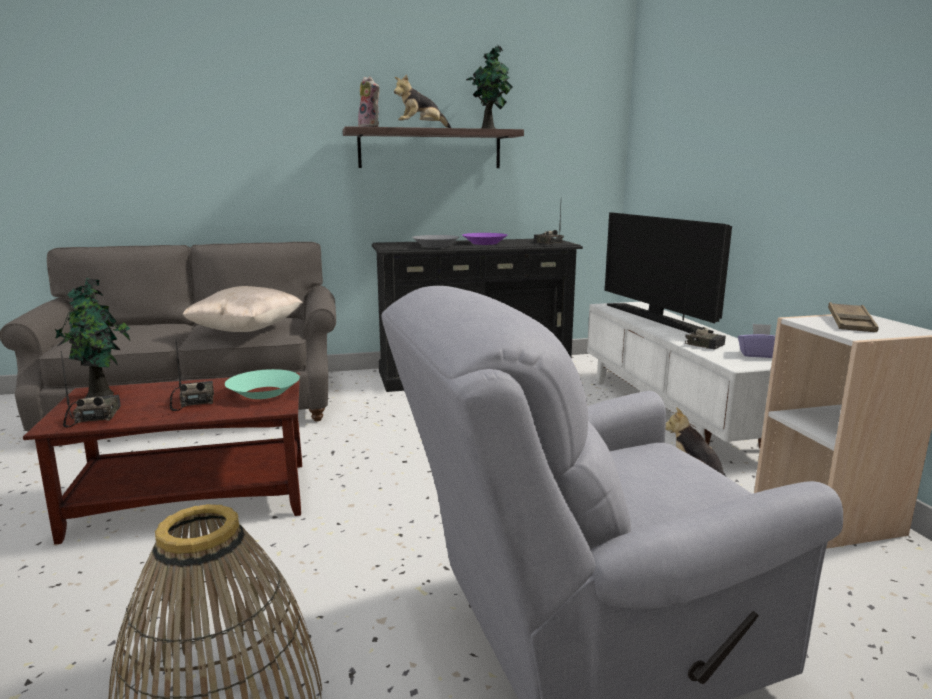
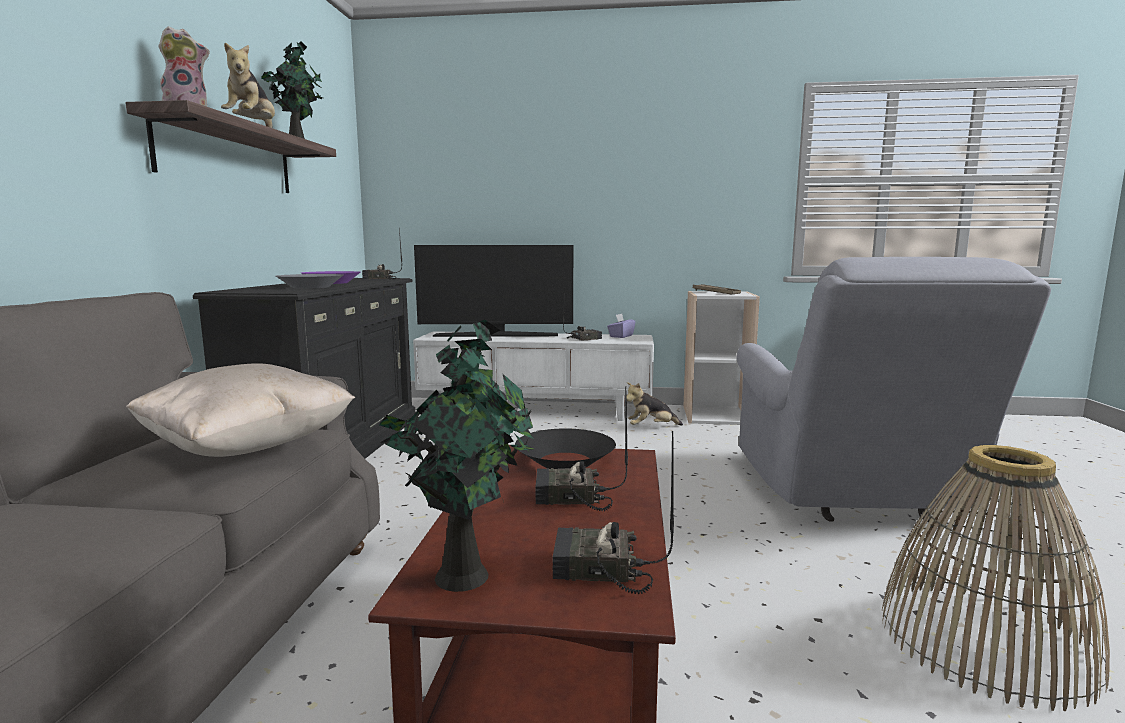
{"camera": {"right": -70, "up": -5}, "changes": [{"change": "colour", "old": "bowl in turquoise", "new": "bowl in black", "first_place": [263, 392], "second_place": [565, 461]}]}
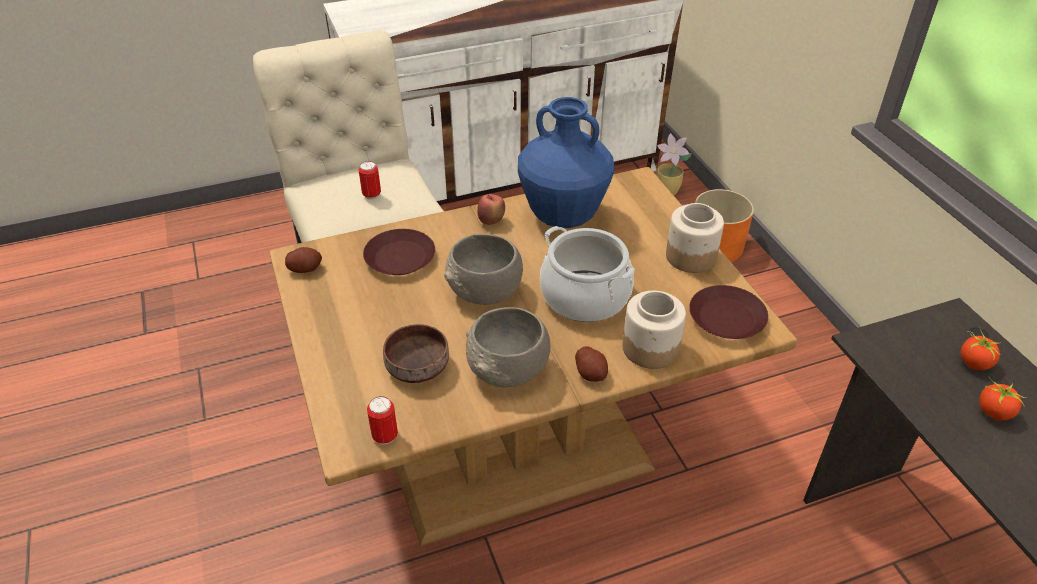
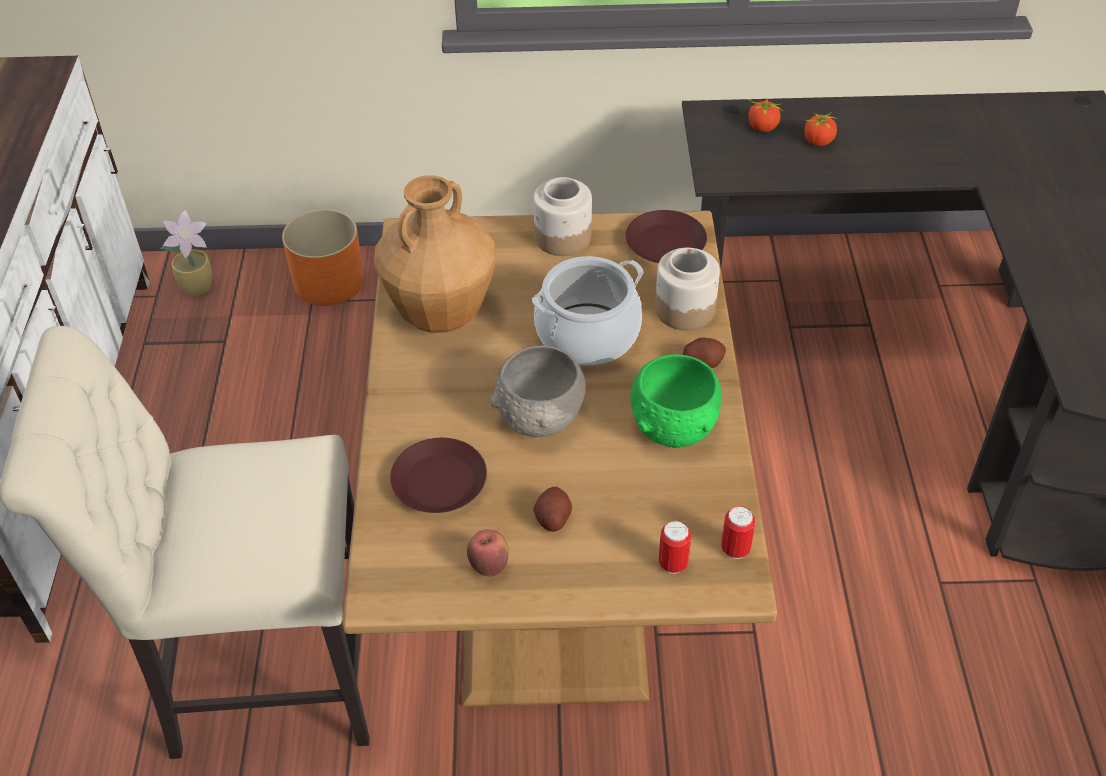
{"camera": {"right": -70, "up": 5}, "changes": [{"change": "missing", "old": "bowl in brown", "first_place": [417, 365]}, {"change": "relocated", "old": "potato", "first_place": [305, 268], "second_place": [553, 518]}, {"change": "relocated", "old": "can", "first_place": [371, 195], "second_place": [673, 564]}, {"change": "relocated", "old": "apple", "first_place": [491, 221], "second_place": [489, 566]}, {"change": "colour", "old": "bowl in grey", "new": "bowl in green", "first_place": [508, 370], "second_place": [675, 426]}, {"change": "colour", "old": "vase in blue", "new": "vase in brown", "first_place": [562, 217], "second_place": [440, 315]}]}
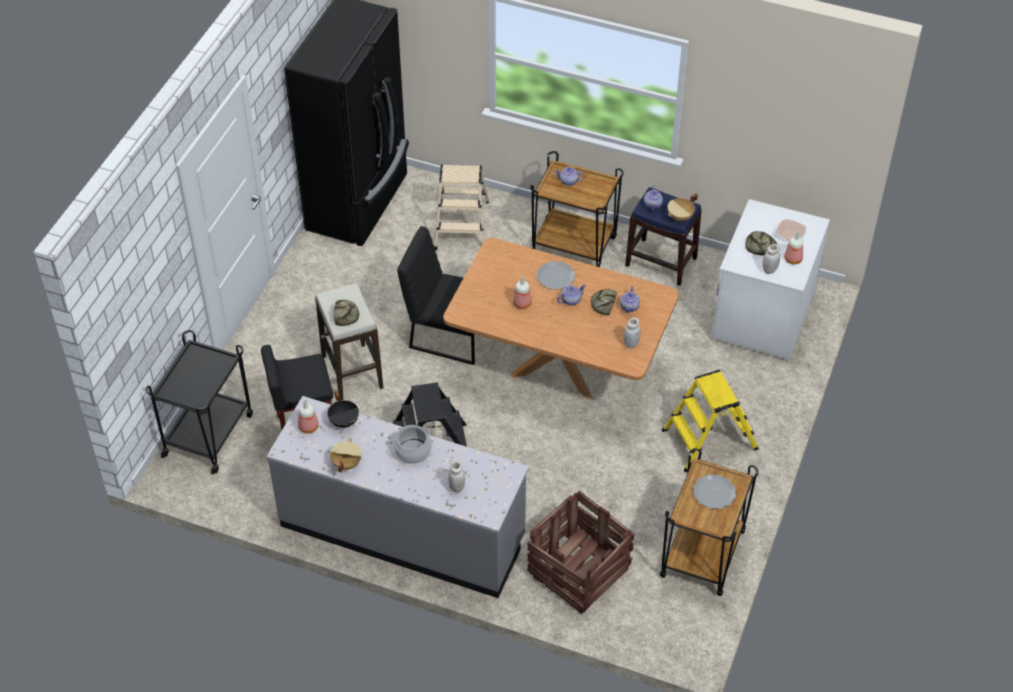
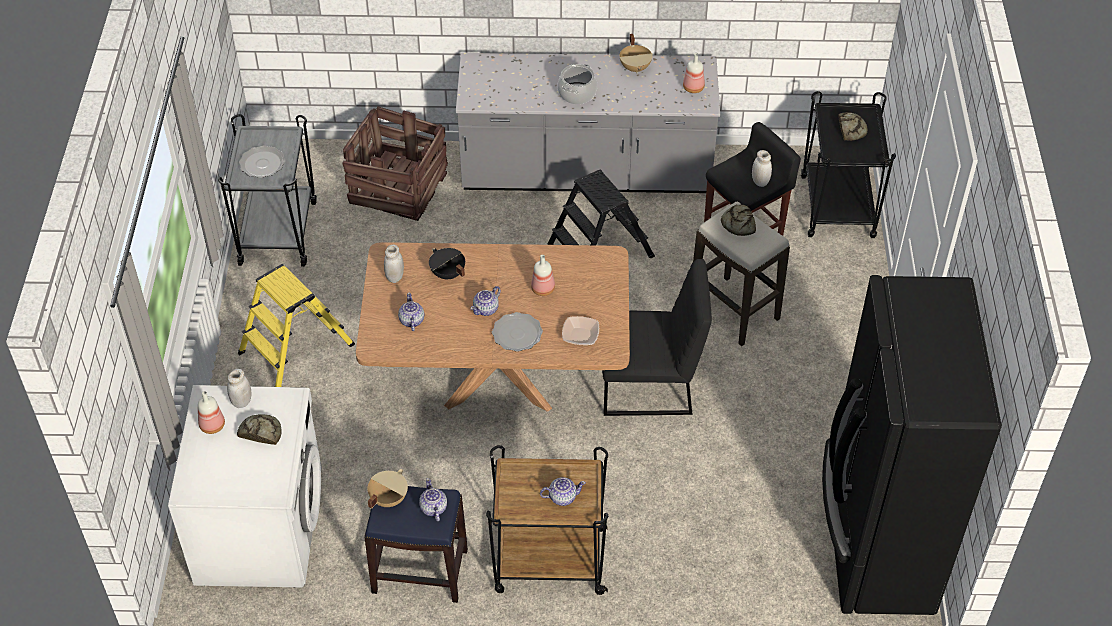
{"camera": {"right": 160, "up": 0}, "changes": [{"change": "missing", "old": "step ladder in beige", "first_place": [462, 224]}, {"change": "relocated", "old": "cooking pot in black", "first_place": [344, 421], "second_place": [447, 274]}, {"change": "relocated", "old": "jar in white", "first_place": [457, 487], "second_place": [760, 182]}, {"change": "relocated", "old": "bread", "first_place": [604, 304], "second_place": [850, 129]}, {"change": "relocated", "old": "bowl", "first_place": [790, 234], "second_place": [580, 336]}, {"change": "colour", "old": "cart in brown", "new": "cart in grey", "first_place": [702, 555], "second_place": [278, 231]}]}
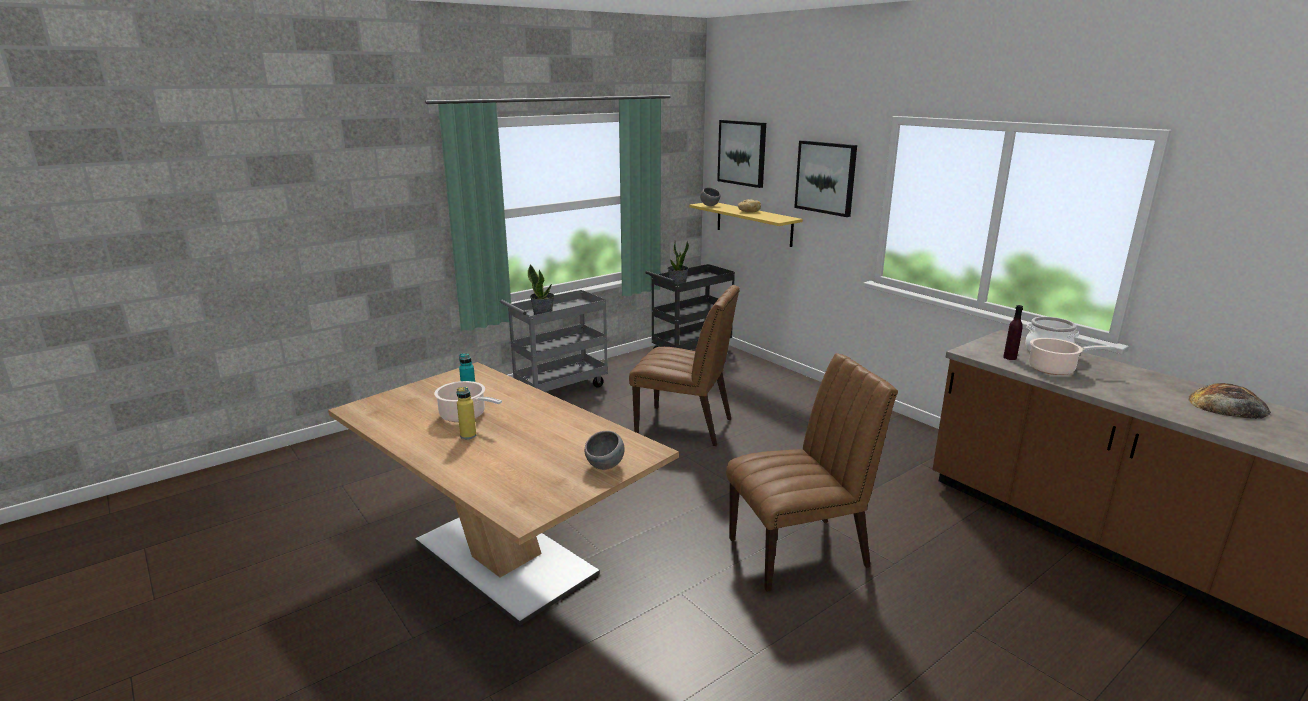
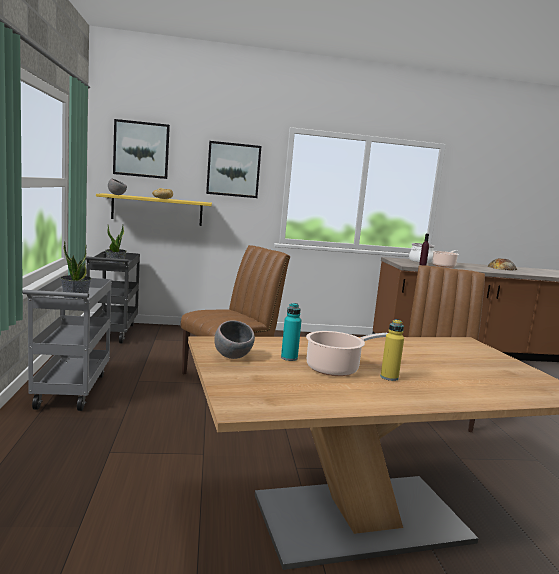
{"camera": {"right": -60, "up": -10}, "changes": [{"change": "relocated", "old": "bowl in grey", "first_place": [605, 466], "second_place": [233, 357]}]}
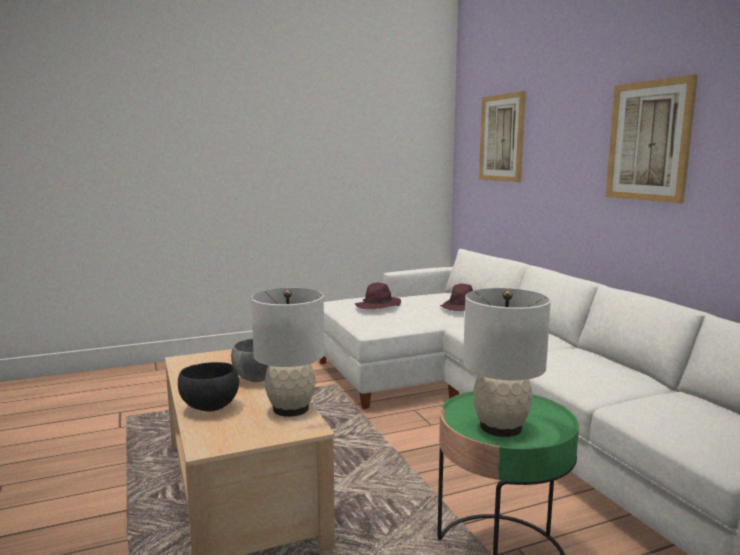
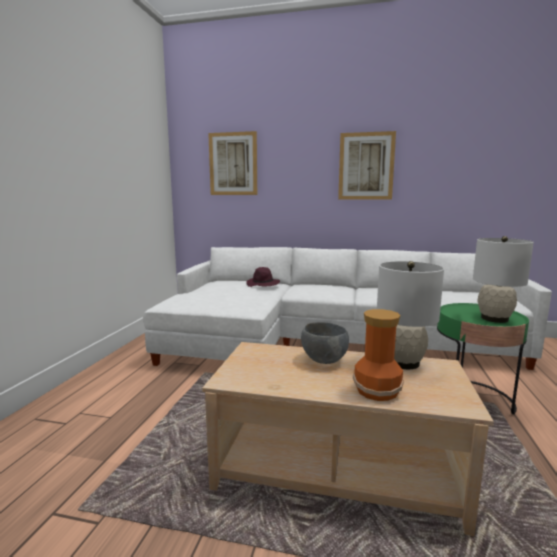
{"camera": {"right": -55, "up": 0}, "changes": [{"change": "missing", "old": "hat in purple", "first_place": [378, 307]}, {"change": "exchanged", "old": "bowl in black", "new": "vase", "first_place": [210, 408], "second_place": [377, 390]}]}
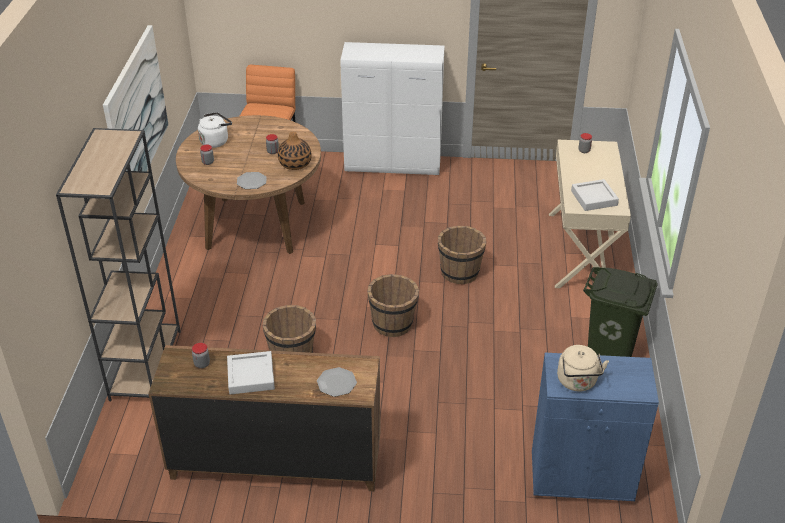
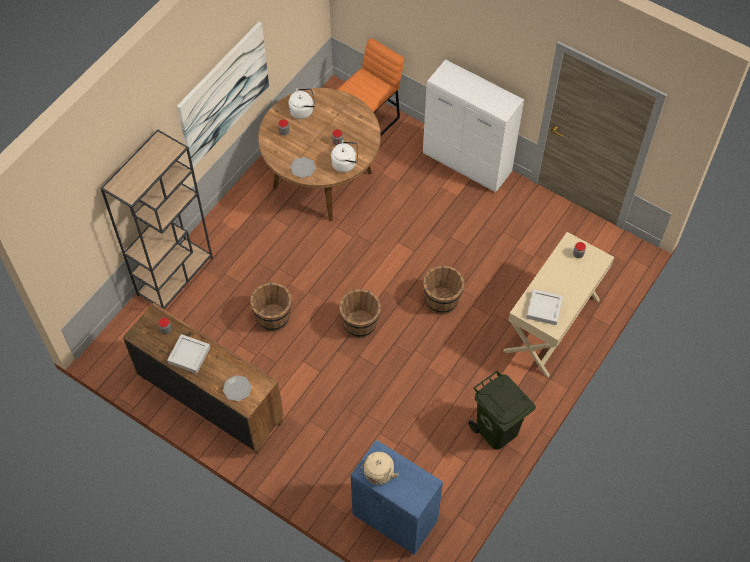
{"camera": {"right": 30, "up": 20}, "changes": [{"change": "exchanged", "old": "vase", "new": "kettle in white", "first_place": [295, 164], "second_place": [345, 163]}]}
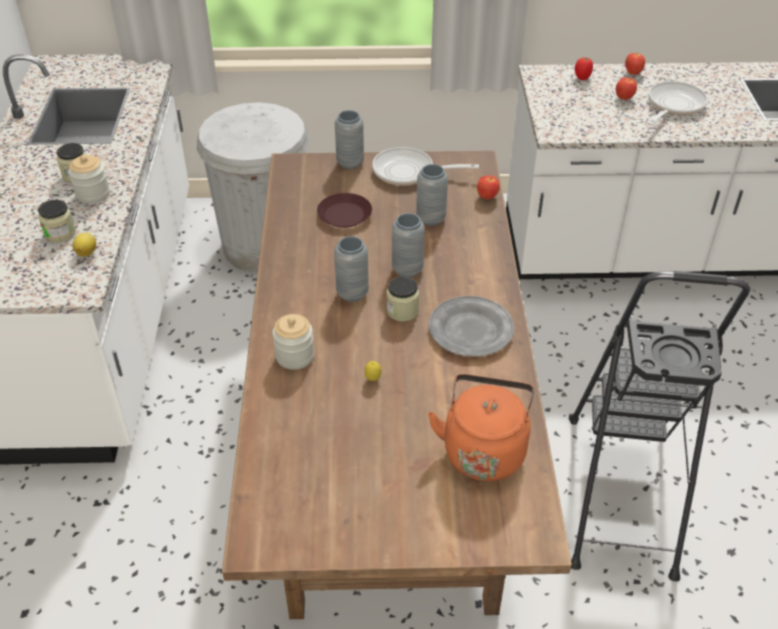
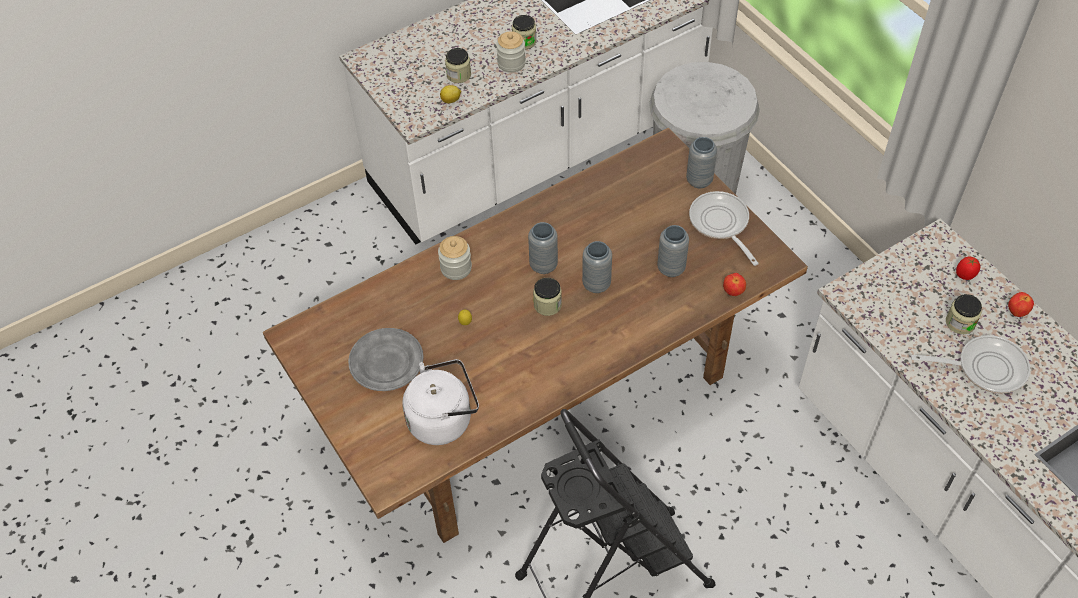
{"camera": {"right": 60, "up": 10}, "changes": [{"change": "missing", "old": "plate in brown", "first_place": [344, 215]}, {"change": "relocated", "old": "plate in grey", "first_place": [470, 330], "second_place": [386, 362]}, {"change": "exchanged", "old": "apple", "new": "jar", "first_place": [624, 98], "second_place": [960, 323]}, {"change": "colour", "old": "kettle in orange", "new": "kettle in white", "first_place": [484, 449], "second_place": [443, 419]}]}
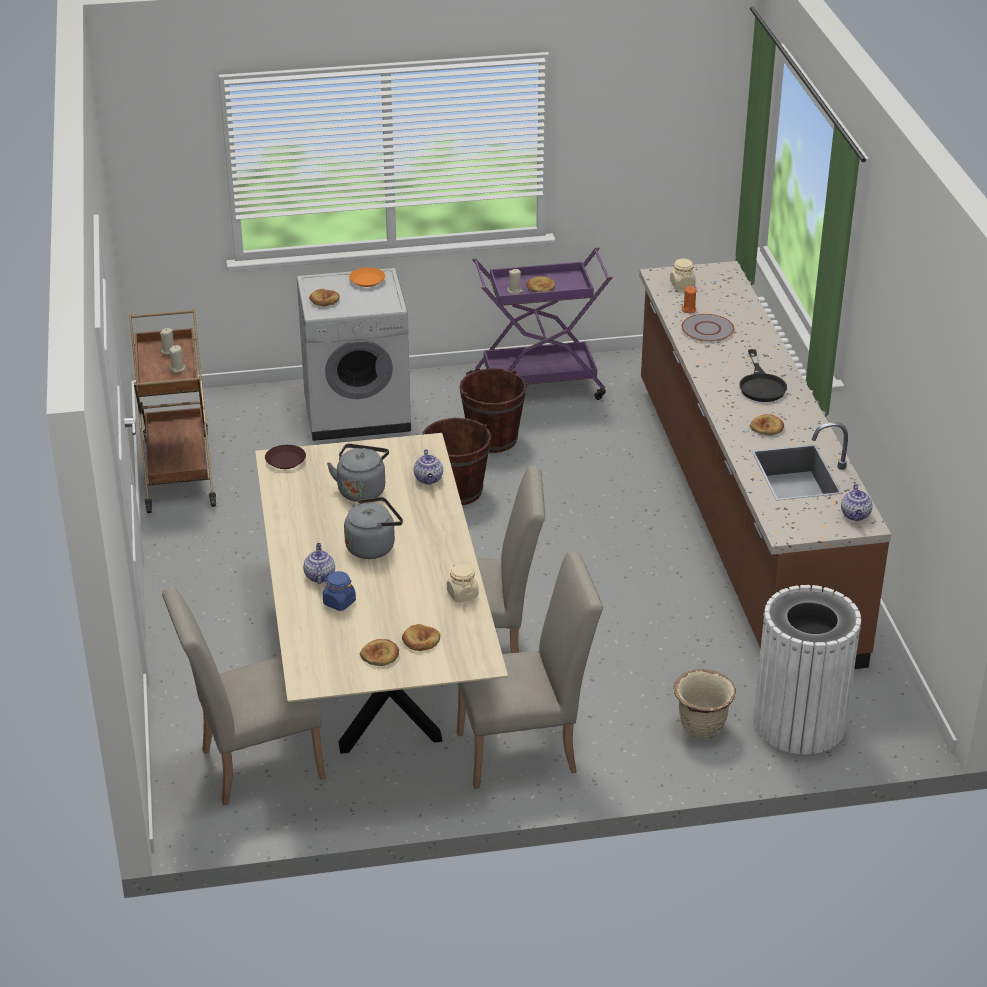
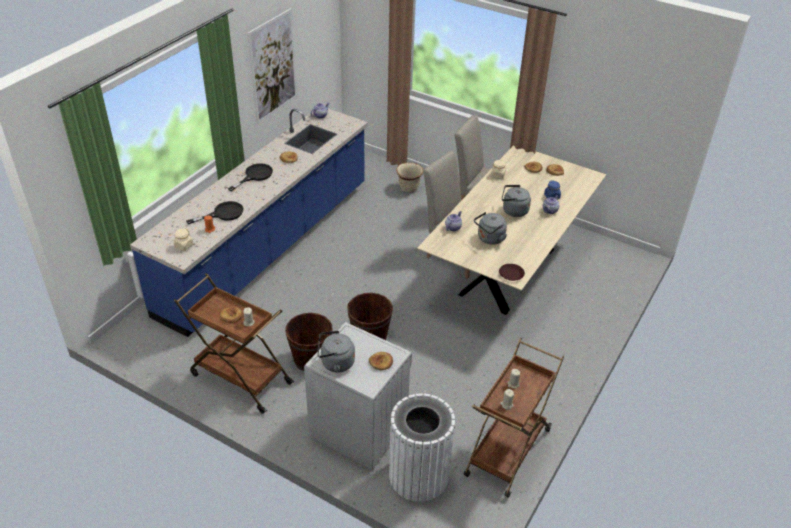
{"camera": {"right": -140, "up": 5}, "changes": [{"change": "missing", "old": "chair in beige", "first_place": [252, 765]}, {"change": "appeared", "new": "picture", "second_place": [273, 66]}, {"change": "relocated", "old": "trash can in white", "first_place": [799, 722], "second_place": [418, 476]}, {"change": "exchanged", "old": "plate in orange", "new": "kettle in grey", "first_place": [367, 280], "second_place": [335, 363]}, {"change": "exchanged", "old": "plate in grey", "new": "frying pan in black", "first_place": [708, 329], "second_place": [223, 214]}, {"change": "colour", "old": "cart in purple", "new": "cart in brown", "first_place": [537, 389], "second_place": [240, 379]}, {"change": "colour", "old": "counter in brown", "new": "counter in blue", "first_place": [740, 516], "second_place": [268, 247]}]}
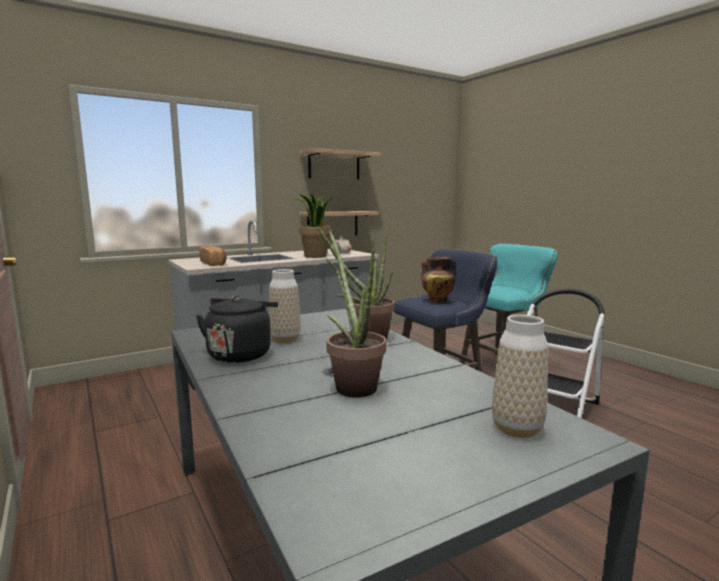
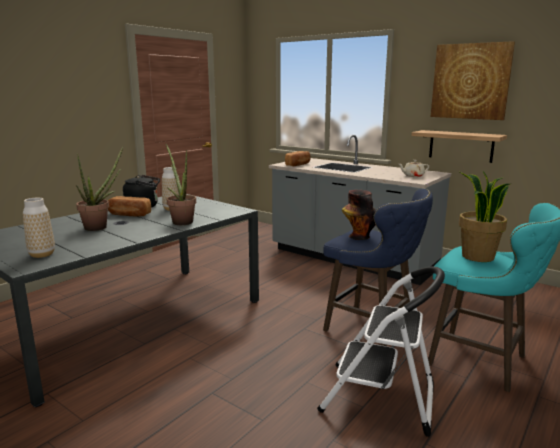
{"camera": {"right": 70, "up": 5}, "changes": [{"change": "appeared", "new": "bread", "second_place": [129, 214]}, {"change": "relocated", "old": "potted plant", "first_place": [315, 256], "second_place": [477, 257]}, {"change": "exchanged", "old": "shelf", "new": "picture", "first_place": [334, 165], "second_place": [470, 81]}]}
